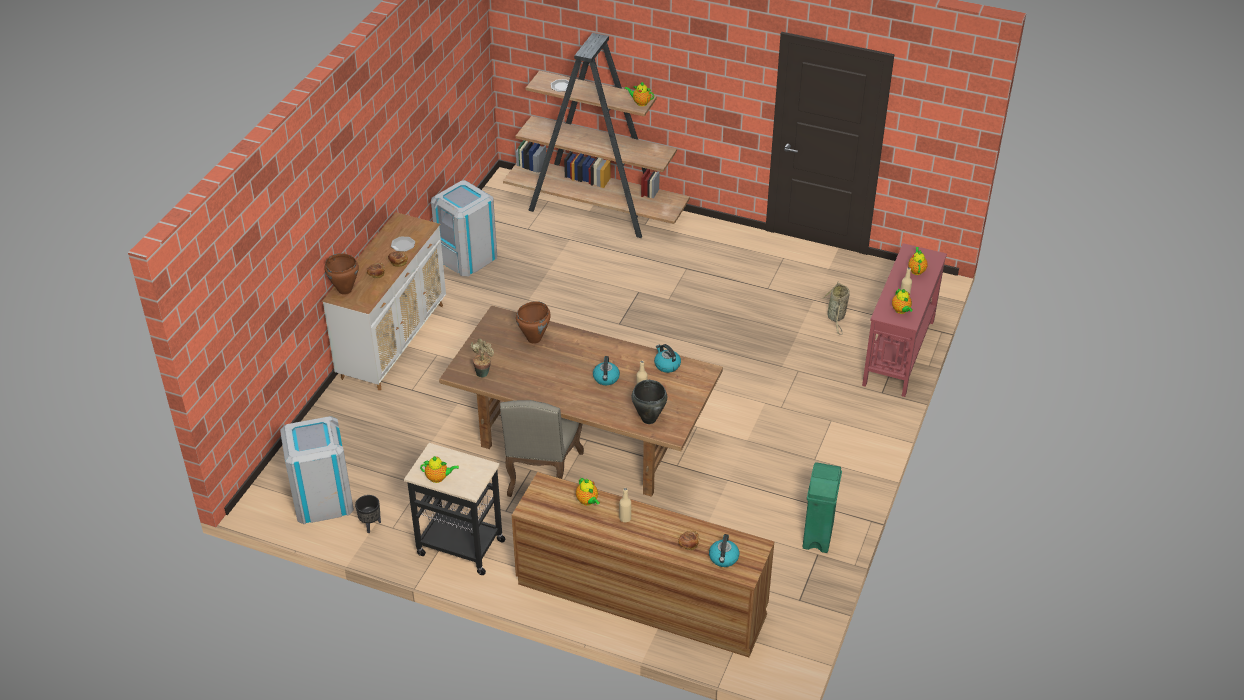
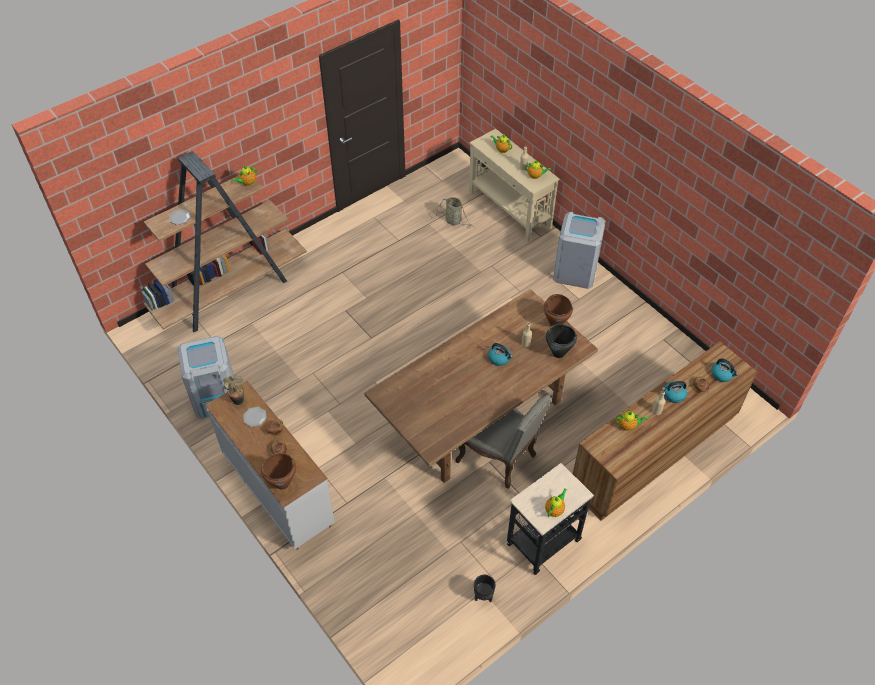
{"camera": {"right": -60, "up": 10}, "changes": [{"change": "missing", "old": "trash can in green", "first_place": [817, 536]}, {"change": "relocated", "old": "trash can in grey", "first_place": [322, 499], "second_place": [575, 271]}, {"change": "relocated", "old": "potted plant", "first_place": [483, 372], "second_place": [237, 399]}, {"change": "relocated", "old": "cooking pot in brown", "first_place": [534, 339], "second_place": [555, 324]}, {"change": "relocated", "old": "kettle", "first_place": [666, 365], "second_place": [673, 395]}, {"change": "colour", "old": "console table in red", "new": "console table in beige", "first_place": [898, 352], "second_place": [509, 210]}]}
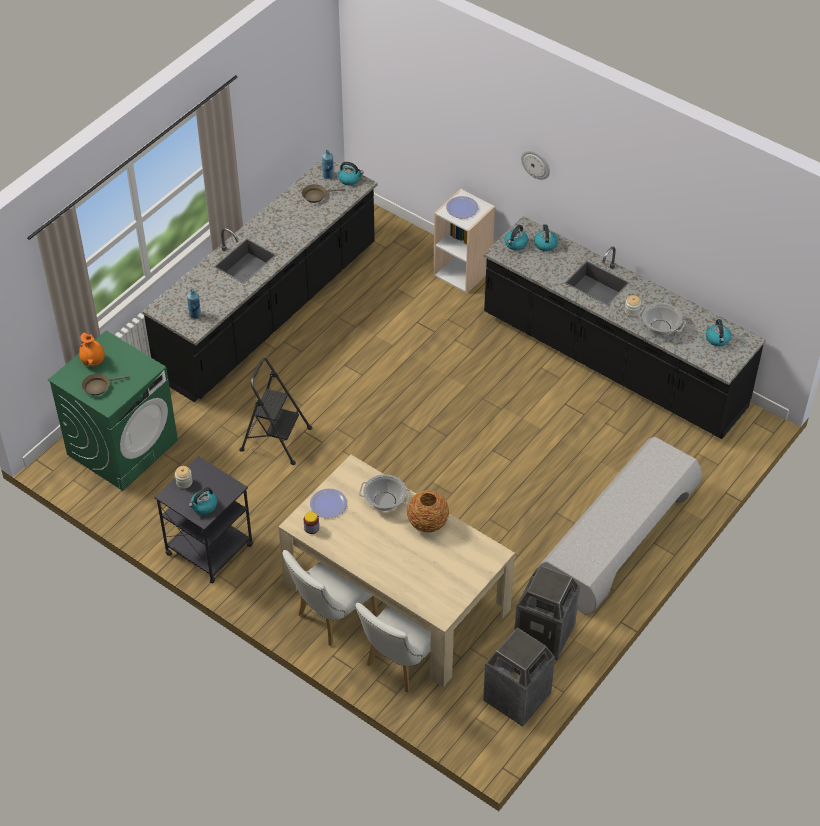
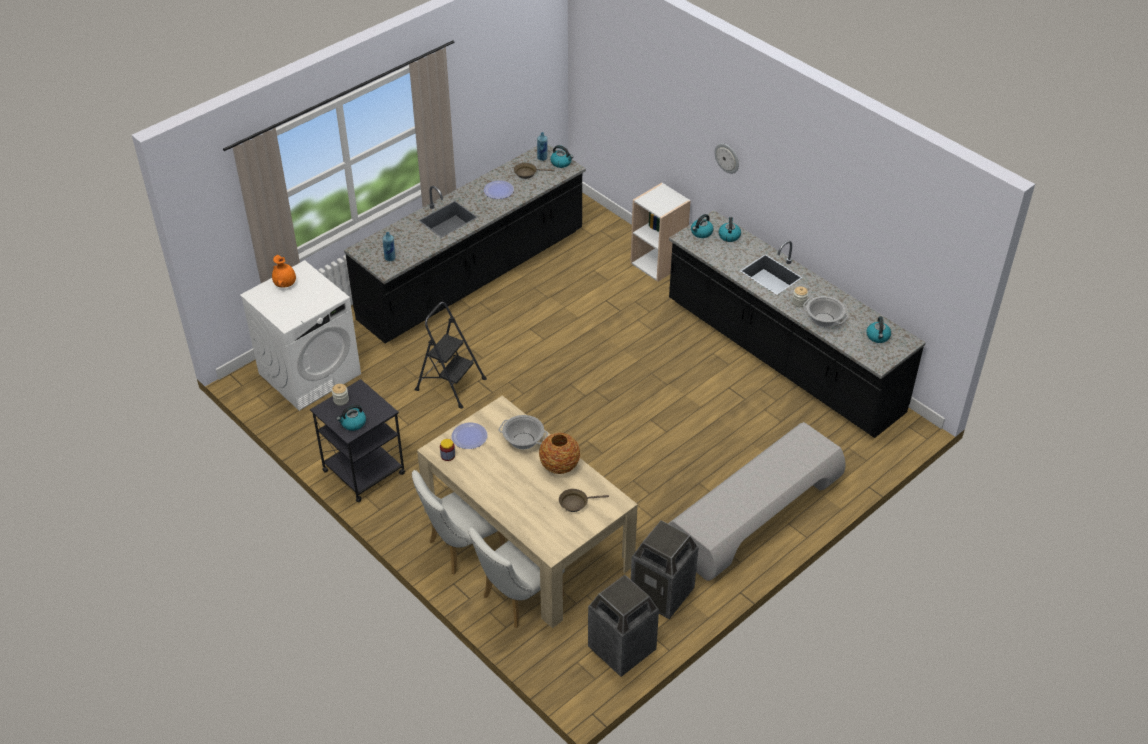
{"camera": {"right": 10, "up": -5}, "changes": [{"change": "relocated", "old": "frying pan in brown", "first_place": [99, 386], "second_place": [576, 503]}, {"change": "relocated", "old": "plate", "first_place": [462, 208], "second_place": [498, 190]}, {"change": "colour", "old": "washing machine in green", "new": "washing machine in white", "first_place": [123, 447], "second_place": [310, 373]}]}
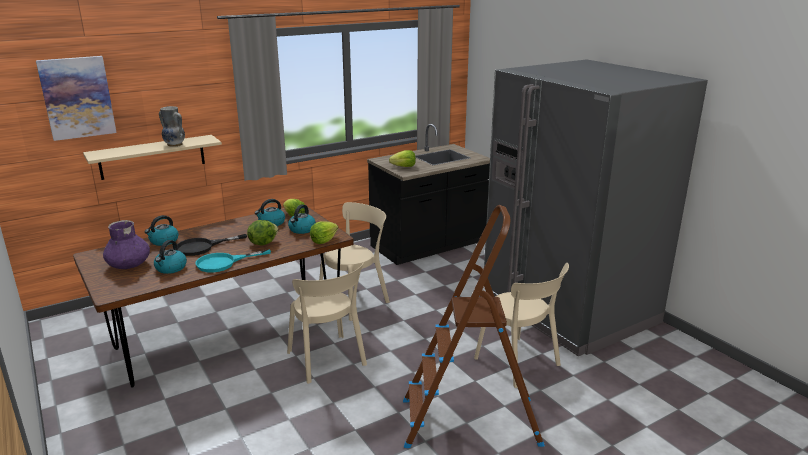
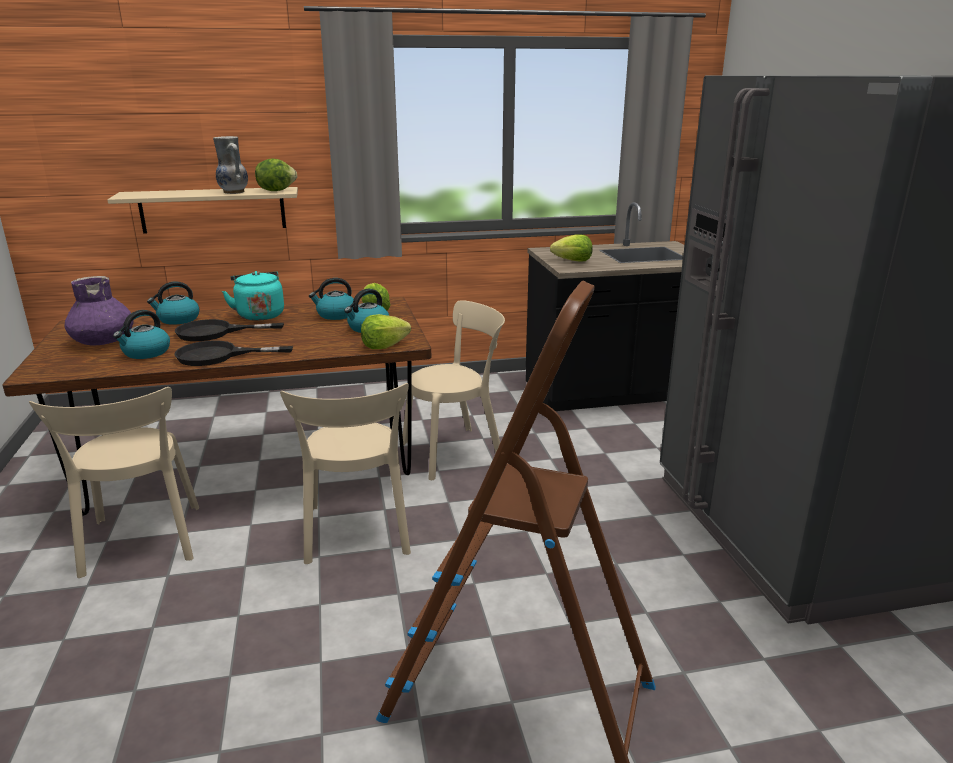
{"camera": {"right": 20, "up": 0}, "changes": [{"change": "missing", "old": "picture", "first_place": [77, 97]}, {"change": "appeared", "new": "kettle in turquoise", "second_place": [259, 315]}, {"change": "relocated", "old": "lettuce", "first_place": [263, 243], "second_place": [276, 191]}, {"change": "relocated", "old": "chair in beige", "first_place": [519, 363], "second_place": [141, 543]}, {"change": "colour", "old": "frying pan in turquoise", "new": "frying pan in black", "first_place": [223, 263], "second_place": [218, 356]}]}
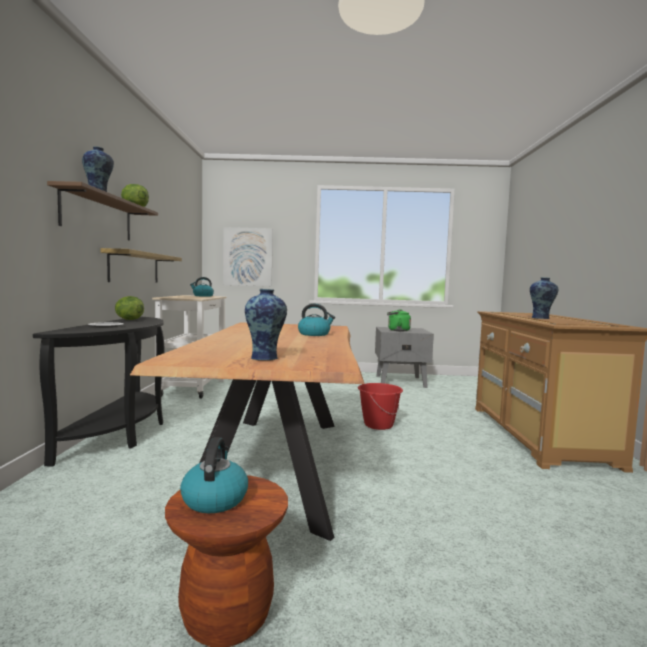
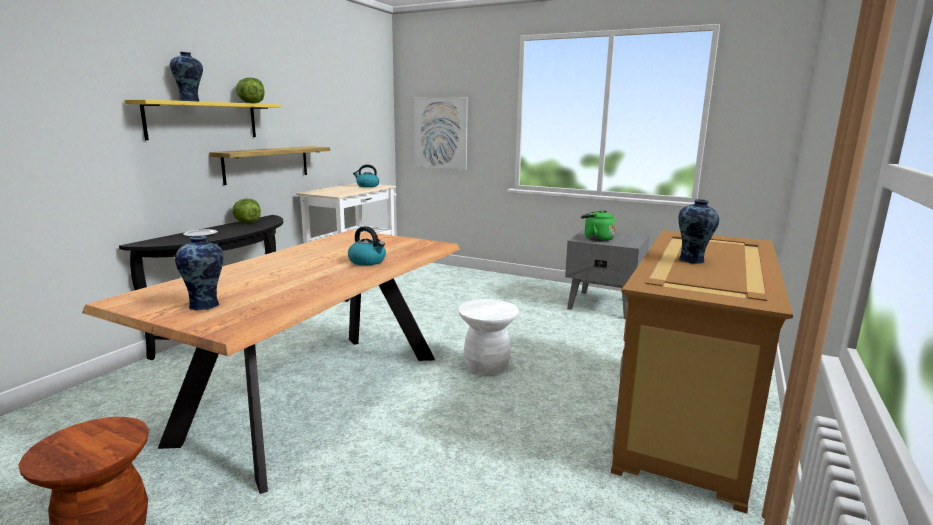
{"camera": {"right": 25, "up": 10}, "changes": [{"change": "missing", "old": "kettle", "first_place": [214, 499]}, {"change": "exchanged", "old": "bucket in red", "new": "stool in white", "first_place": [378, 425], "second_place": [486, 366]}, {"change": "colour", "old": "shelf in brown", "new": "shelf in yellow", "first_place": [98, 216], "second_place": [203, 120]}]}
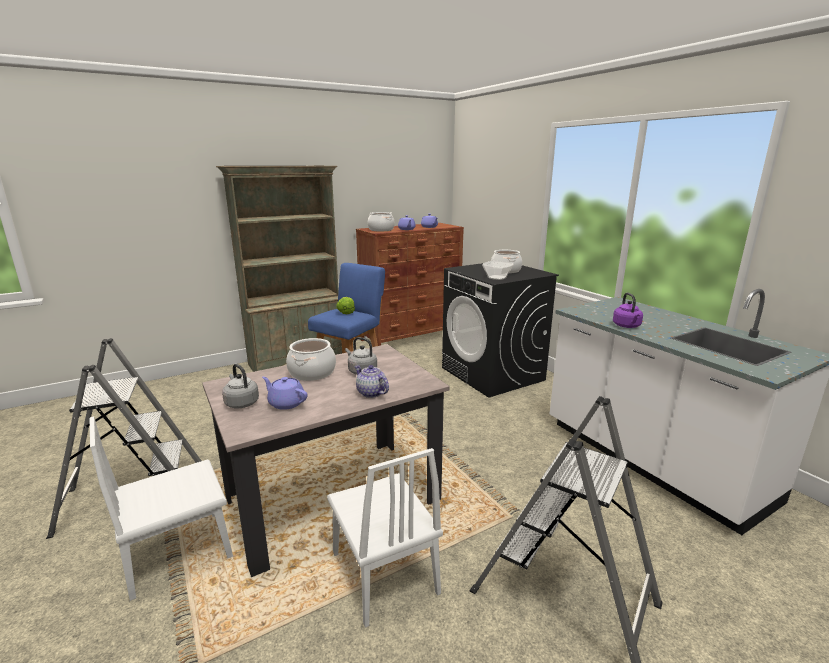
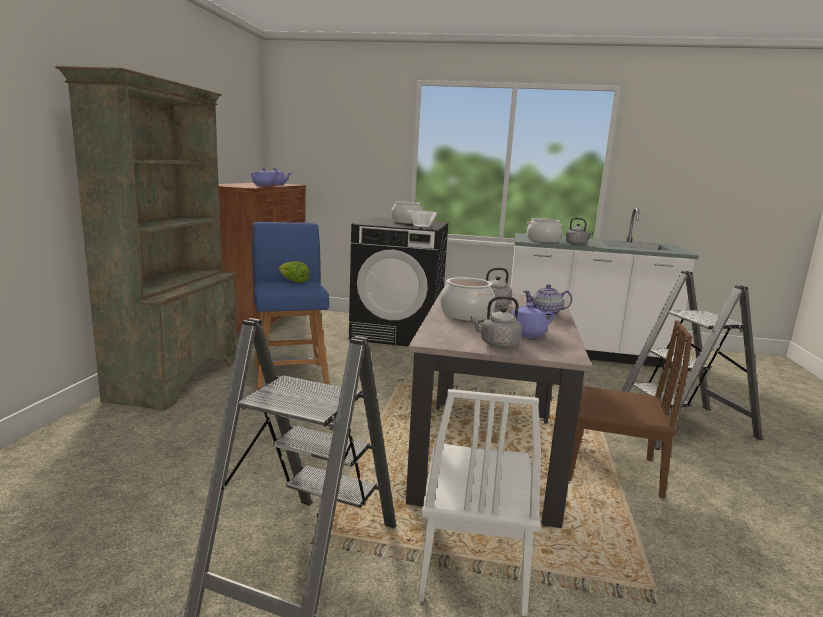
{"camera": {"right": -50, "up": -5}, "changes": [{"change": "relocated", "old": "cooking pot", "first_place": [381, 230], "second_place": [543, 240]}, {"change": "colour", "old": "chair in white", "new": "chair in brown", "first_place": [384, 572], "second_place": [610, 470]}, {"change": "colour", "old": "kettle in purple", "new": "kettle in grey", "first_place": [627, 326], "second_place": [577, 244]}]}
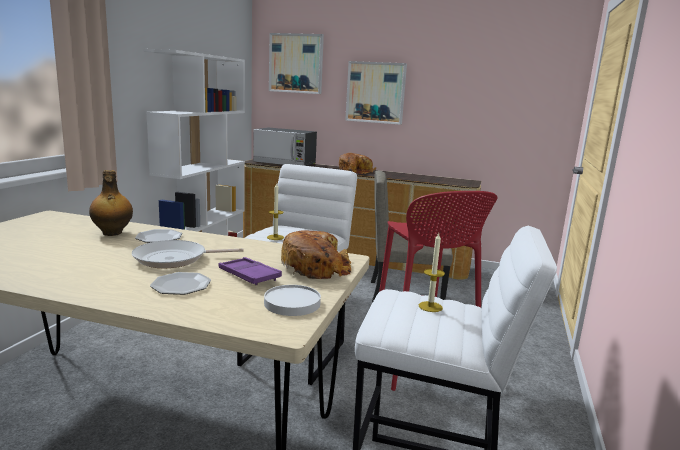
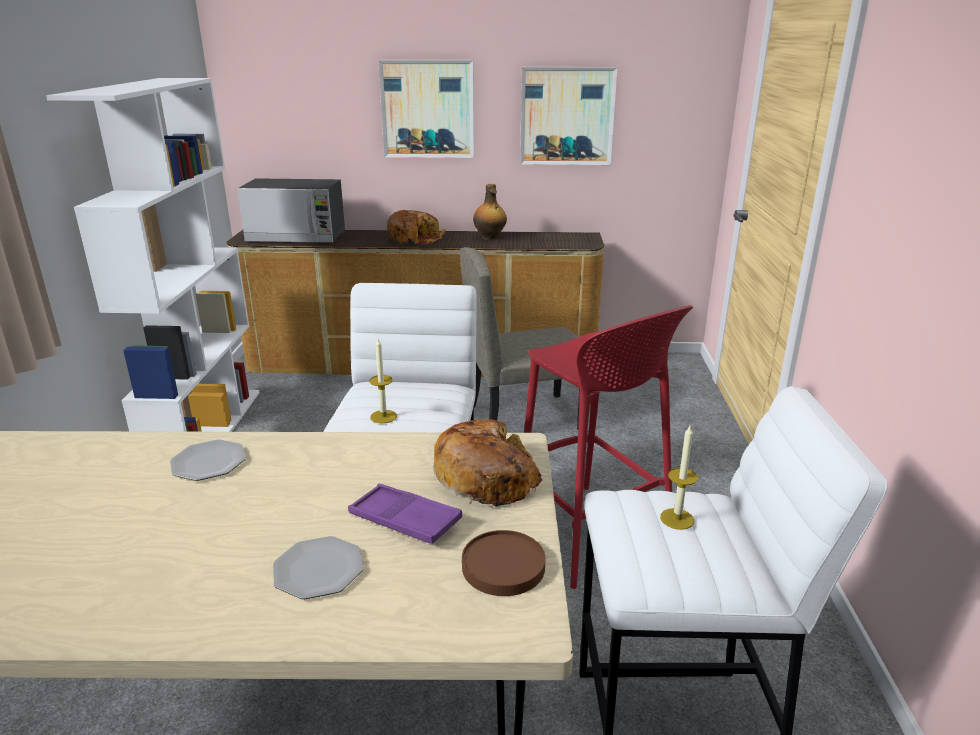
{"camera": {"right": -15, "up": 10}, "changes": [{"change": "missing", "old": "frying pan", "first_place": [175, 259]}, {"change": "relocated", "old": "bottle", "first_place": [112, 233], "second_place": [489, 237]}, {"change": "relocated", "old": "picture", "first_place": [296, 63], "second_place": [567, 116]}, {"change": "colour", "old": "plate in white", "new": "plate in brown", "first_place": [292, 303], "second_place": [504, 567]}]}
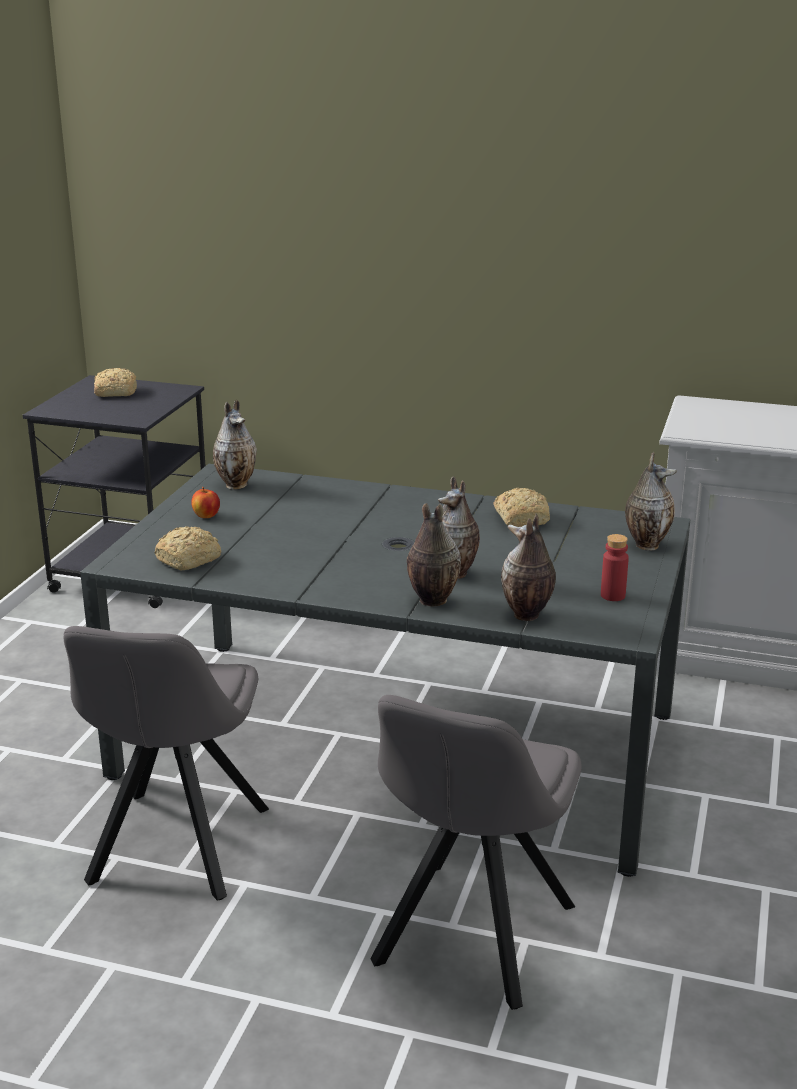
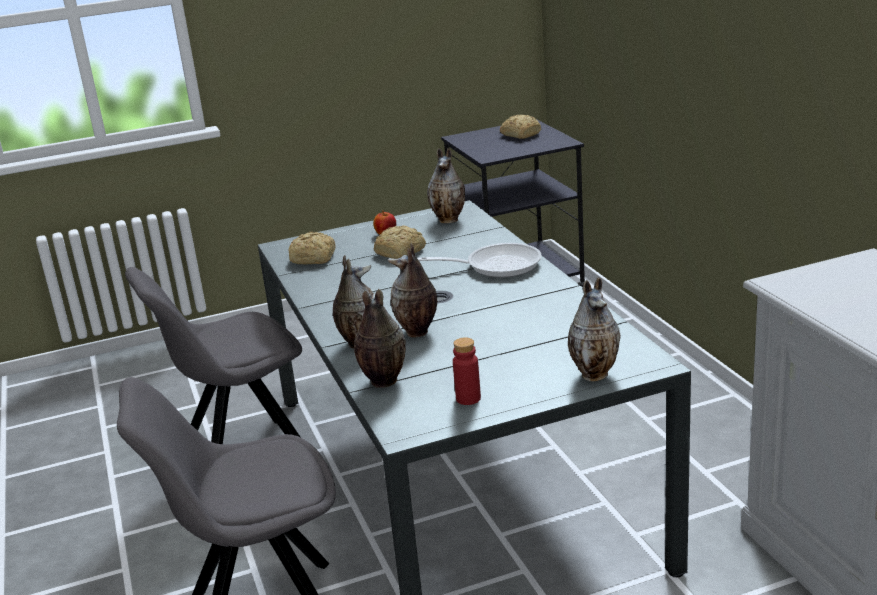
{"camera": {"right": 55, "up": 0}, "changes": [{"change": "appeared", "new": "frying pan", "second_place": [496, 266]}, {"change": "relocated", "old": "bread", "first_place": [522, 518], "second_place": [401, 251]}]}
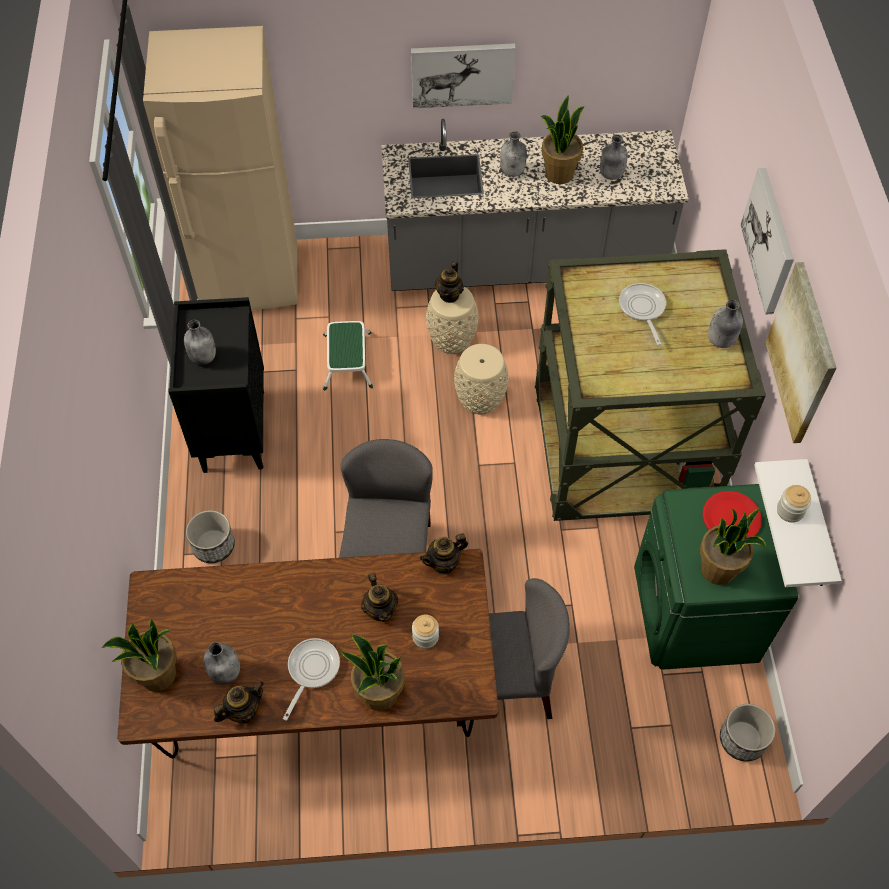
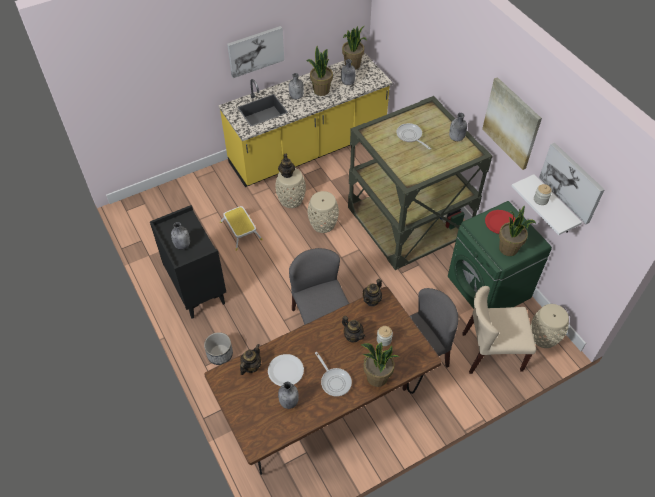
{"camera": {"right": -25, "up": -5}, "changes": [{"change": "missing", "old": "fridge in beige", "first_place": [250, 278]}, {"change": "appeared", "new": "plate in white", "second_place": [285, 371]}, {"change": "appeared", "new": "chair in beige", "second_place": [491, 352]}, {"change": "relocated", "old": "potted plant", "first_place": [158, 675], "second_place": [352, 65]}, {"change": "relocated", "old": "teapot", "first_place": [243, 710], "second_place": [251, 366]}, {"change": "relocated", "old": "picture", "first_place": [769, 241], "second_place": [572, 182]}, {"change": "exchanged", "old": "planter", "new": "stool in beige", "first_place": [742, 739], "second_place": [543, 337]}, {"change": "colour", "old": "step ladder in green", "new": "step ladder in yellow", "first_place": [348, 360], "second_place": [241, 230]}, {"change": "colour", "old": "counter in grey", "new": "counter in yellow", "first_place": [524, 264], "second_place": [308, 150]}, {"change": "spun", "old": "frying pan", "first_place": [311, 670], "second_place": [334, 381], "degrees": 150}]}
